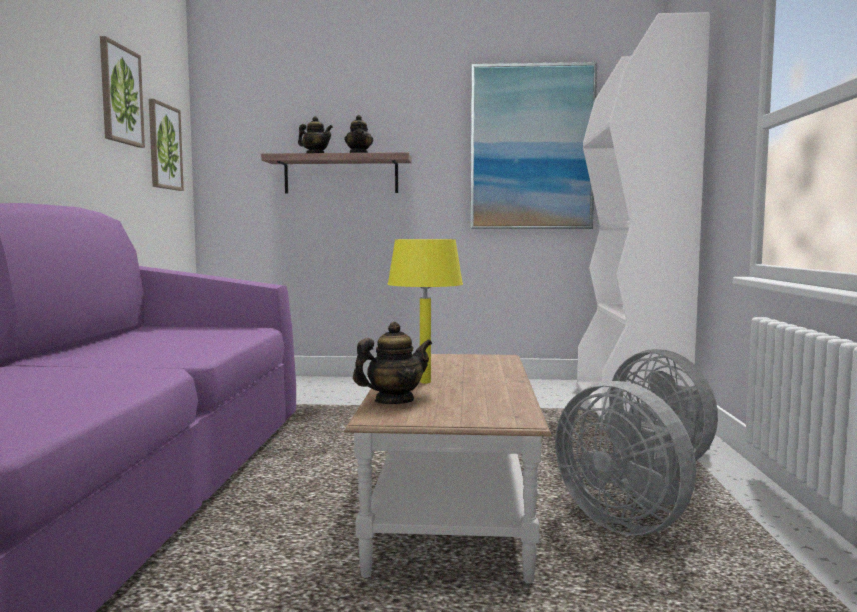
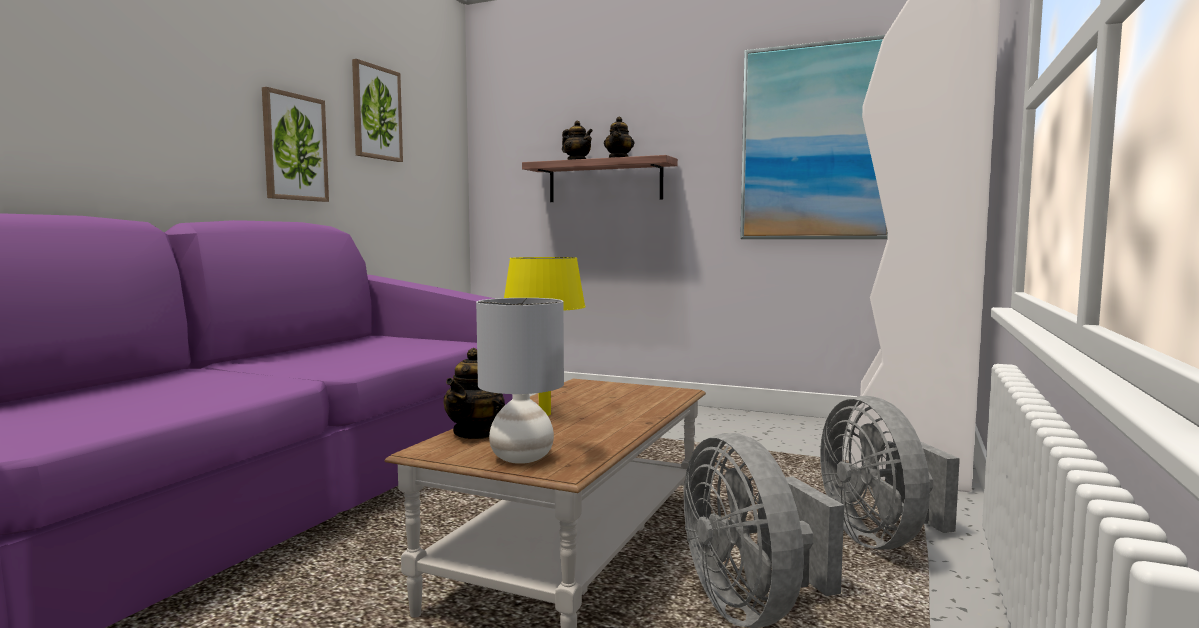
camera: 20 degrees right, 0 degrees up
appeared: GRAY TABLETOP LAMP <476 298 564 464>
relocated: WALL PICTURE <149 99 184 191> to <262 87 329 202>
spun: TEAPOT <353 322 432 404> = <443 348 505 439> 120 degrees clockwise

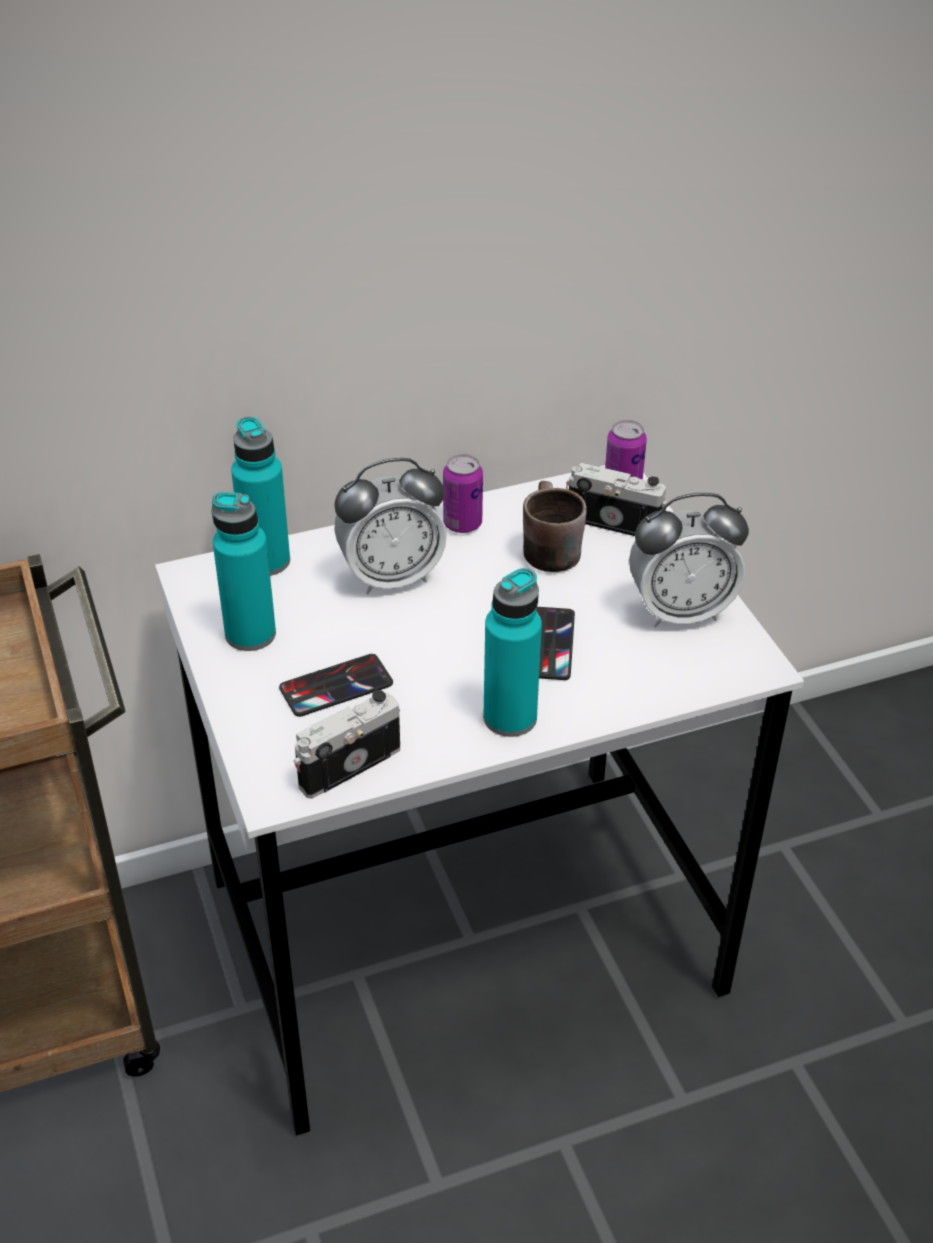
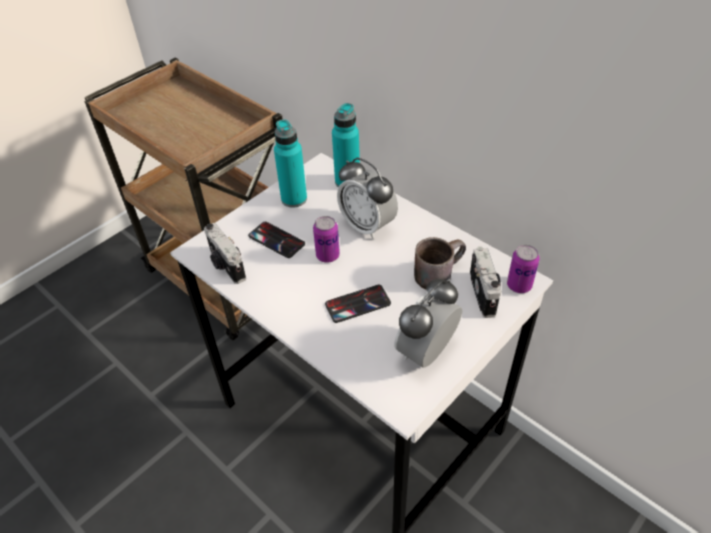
camera: 65 degrees right, 5 degrees up
missing: TURQUOISE BEVERAGE BOTTLE <483 568 542 737>
relocated: SEALED CAN <443 454 483 533> to <313 216 340 263>
spun: ALARM CLOCK <629 493 749 628> = <394 278 462 368> 75 degrees clockwise; PHOTO CAMERA <294 690 400 799> = <204 223 246 284> 150 degrees counterclockwise

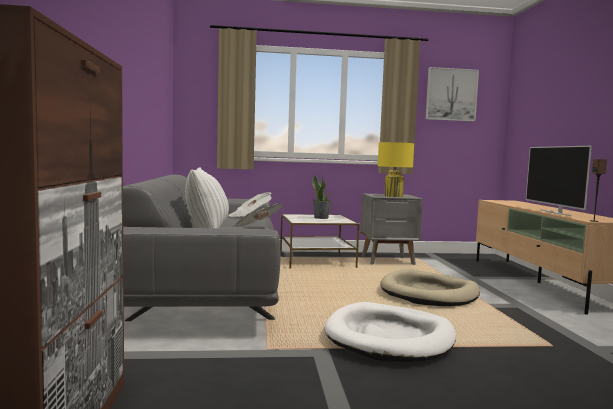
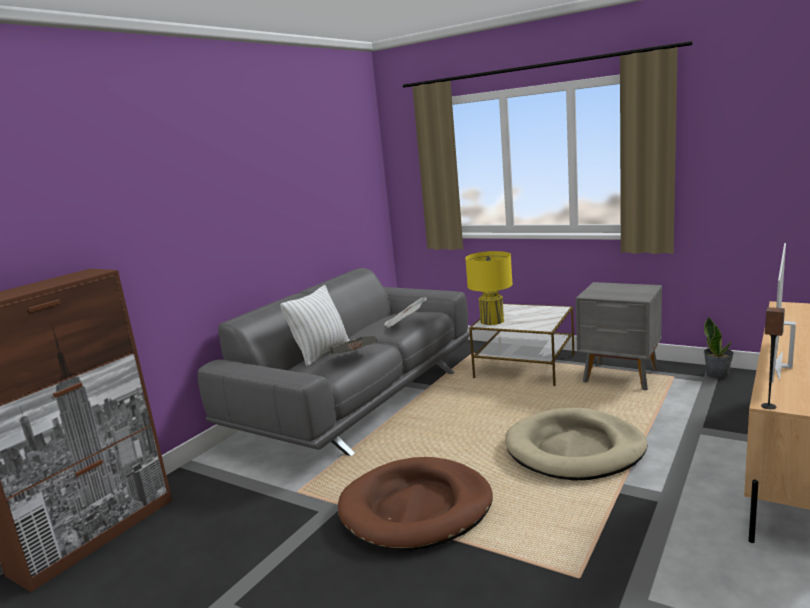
camera: 40 degrees right, 10 degrees up
missing: WALL PICTURE <426 67 479 122>
relocated: YELLOWISH TABLETOP LAMP <378 142 414 197> to <465 251 513 325>; POTTED PLANT <312 175 331 219> to <704 316 734 379>
colour: WHITE DOG CUSHION <325 302 456 362> to BROWNISH DOG CUSHION <338 457 493 551>

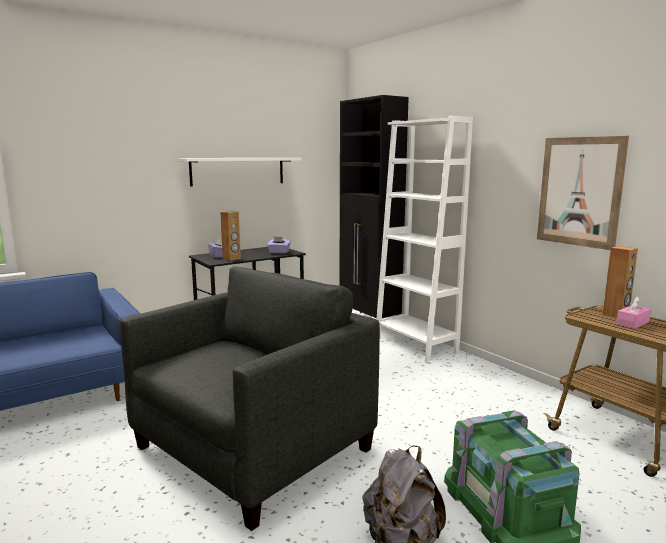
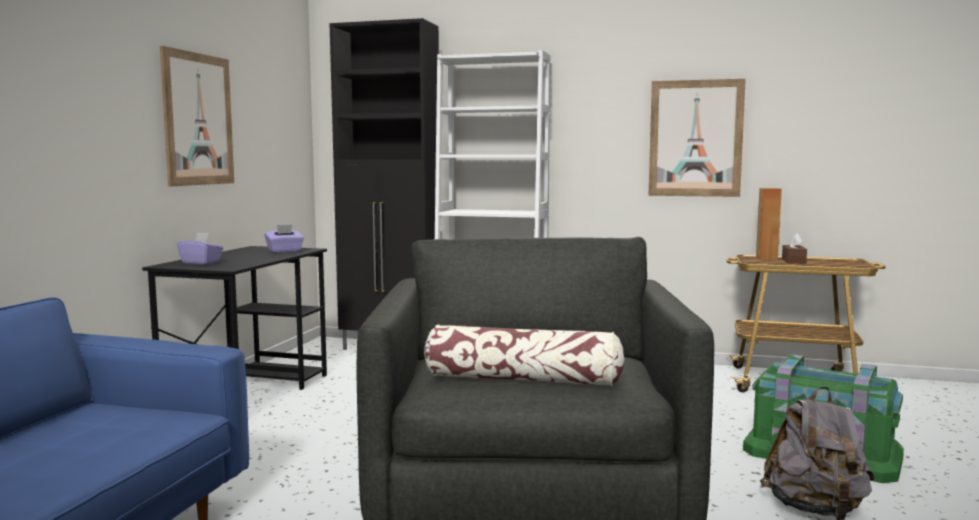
camera: 40 degrees left, 5 degrees down
missing: BROWNISH AUDIO SPEAKER <221 211 241 261>
appeared: THROW PILLOW <424 324 625 386>
exchanged: WHITE WALL SHELF <178 158 302 186> to WALL PICTURE <160 46 234 187>
colour: PINKISH TISSUE HOLDER <616 296 651 329> to BROWNISH TISSUE HOLDER <782 233 807 264>

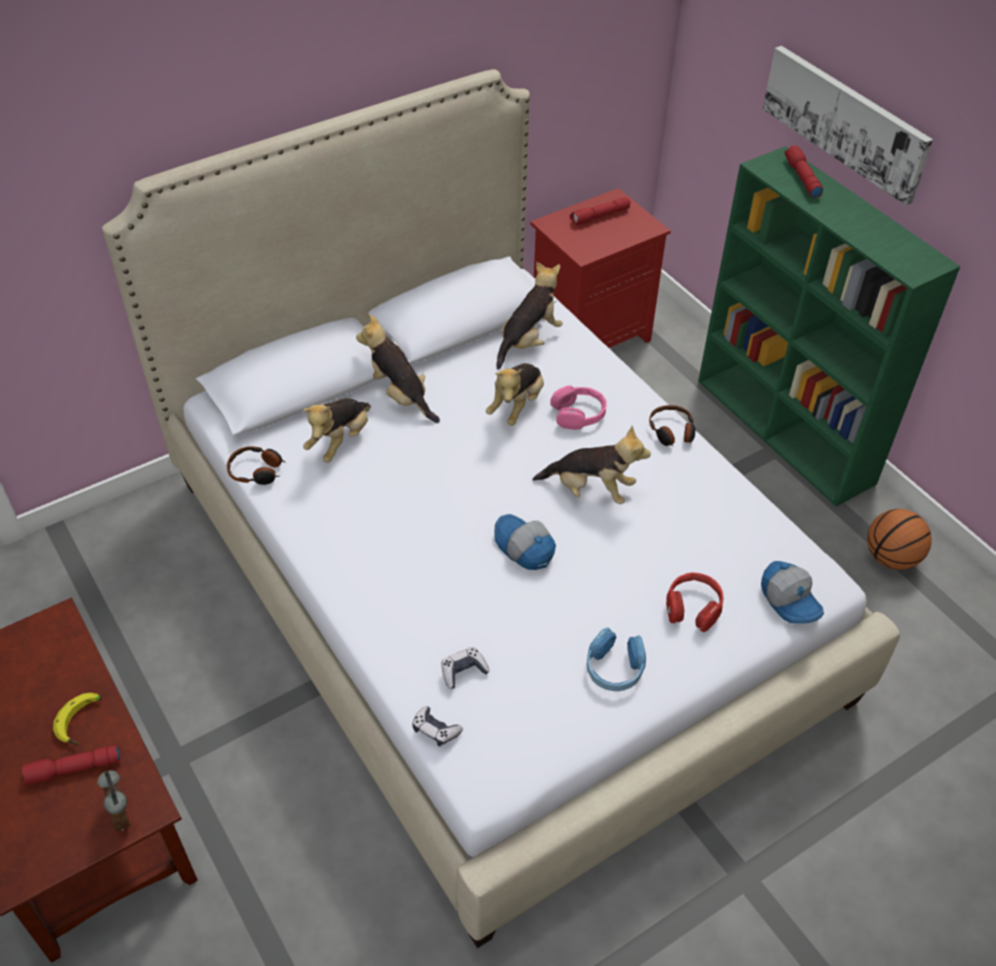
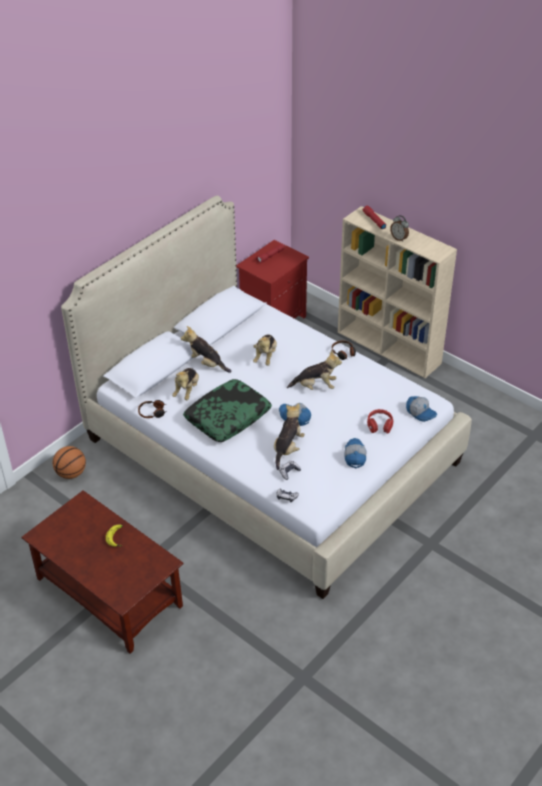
camera: 15 degrees left, 5 degrees down
missing: WALL PICTURE <763 46 933 205>; PINKISH HEADSET <550 385 607 430>; RED-COLOURED HAND TORCH <22 745 121 785>
appeared: THROW PILLOW <183 379 272 442>
relocated: PLUSH TOY <496 262 563 370> to <274 403 305 470>; BASKETBALL <867 509 932 570> to <53 446 86 479>; ALARM CLOCK <97 770 130 831> to <390 215 409 242>
exchanged: BLUISH HEADSET <587 628 646 691> to CAP <344 438 366 468>
colour: GREEN-COLOURED BOOKCASE <698 146 960 507> to SAND-COLOURED BOOKCASE <338 206 457 378>

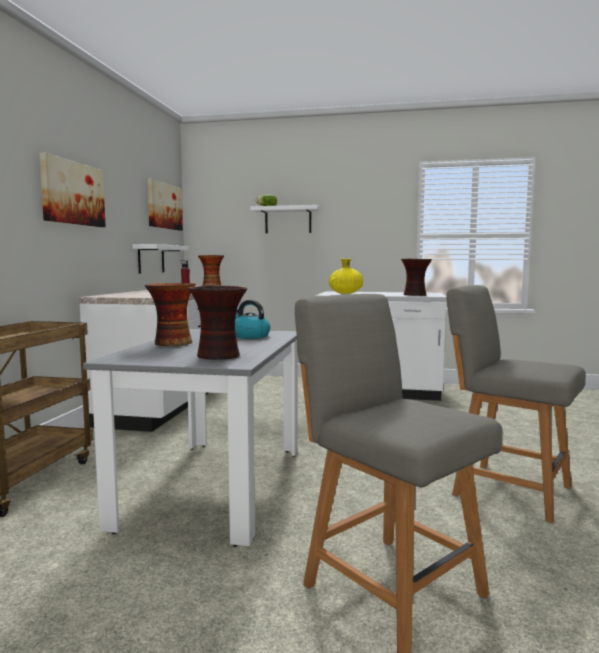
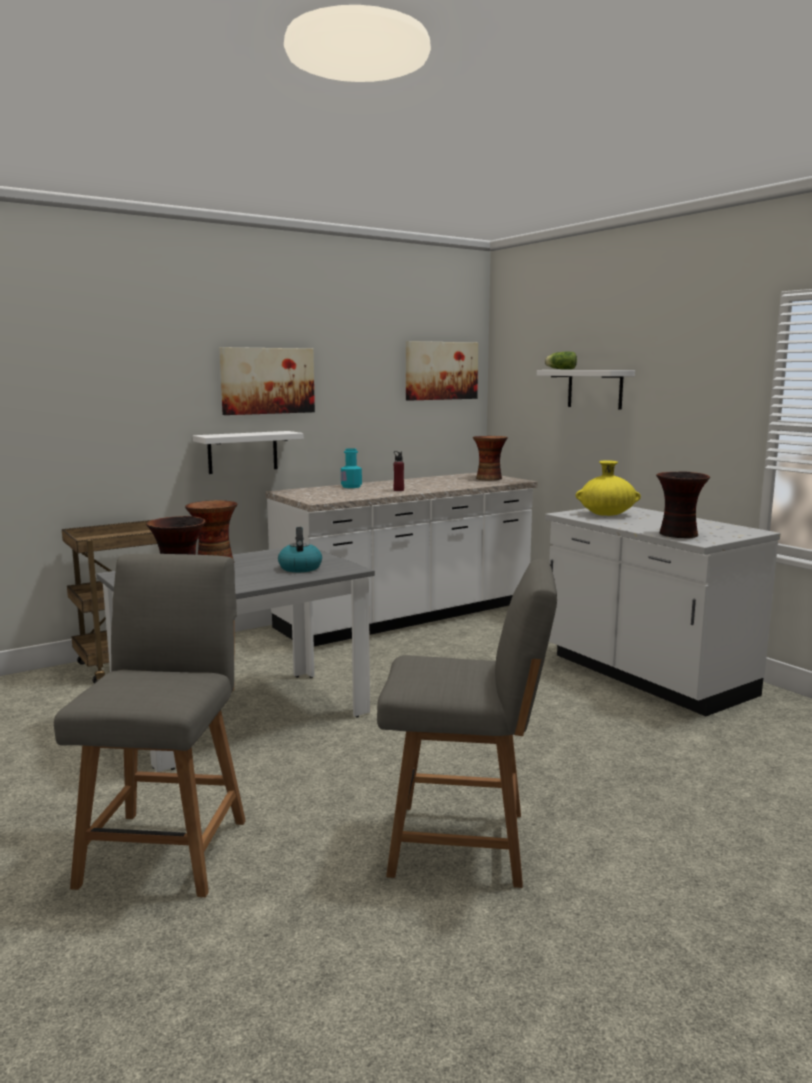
camera: 45 degrees right, 5 degrees up
appeared: TURQUOISE BEVERAGE BOTTLE <341 448 362 488>
relocated: WHITE WALL SHELF <132 244 188 273> to <193 431 304 474>
spun: GRAY UPRIGHT CHAIR <446 285 586 523> = <377 559 557 888> 105 degrees clockwise

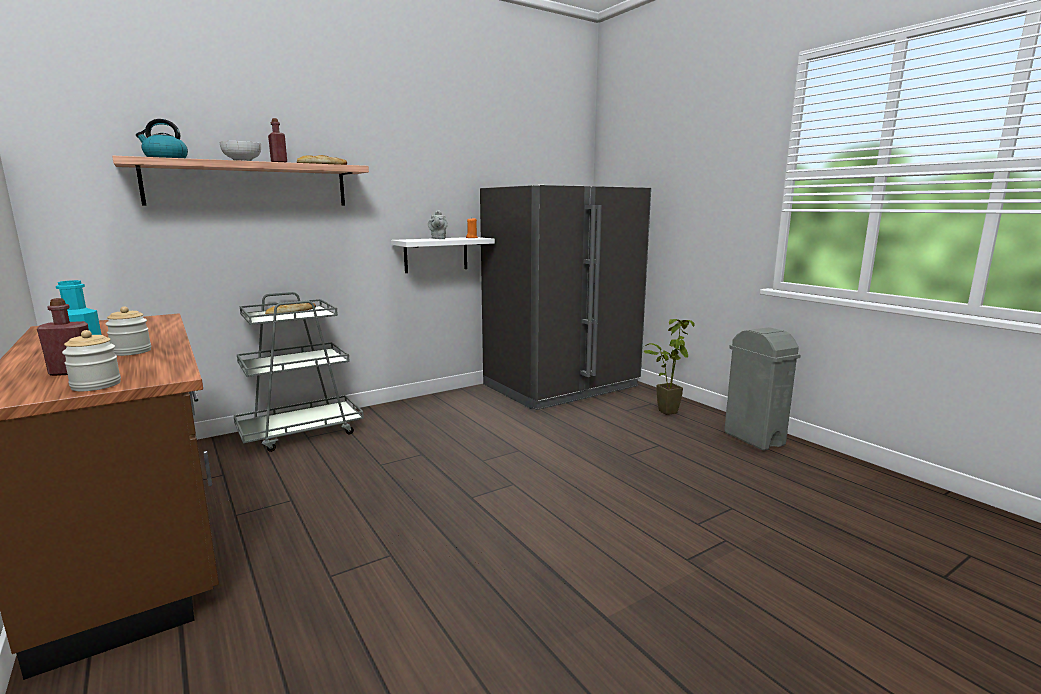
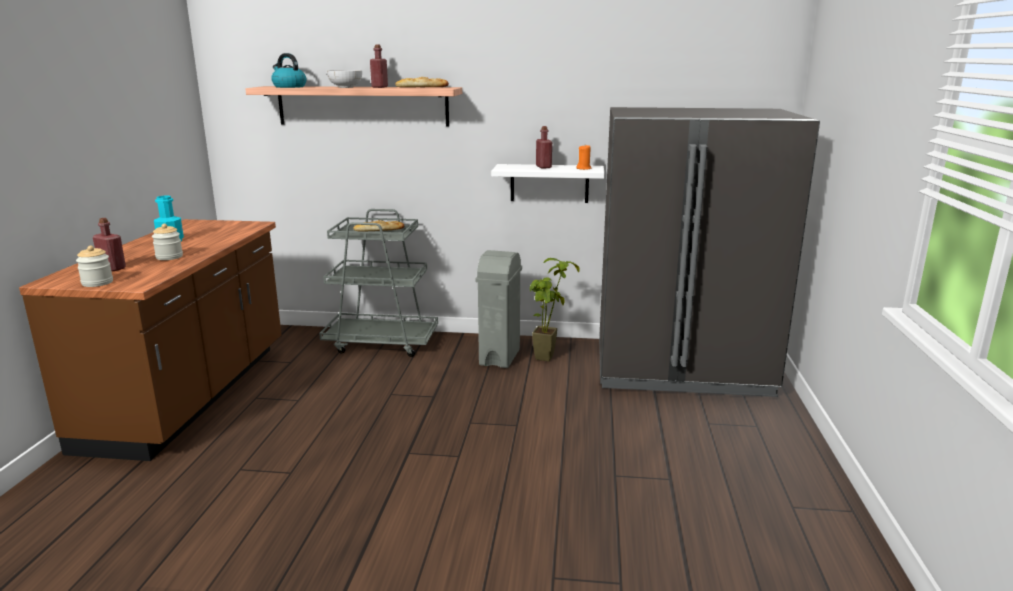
camera: 40 degrees right, 5 degrees up
relocated: POTTED PLANT <643 319 695 415> to <530 258 580 361>; GRAY RUBBISH BIN <724 327 801 451> to <476 250 522 368>
exchanged: GRAY TEAPOT <428 210 448 239> to RED-COLOURED BEVERAGE BOTTLE <536 126 552 169>

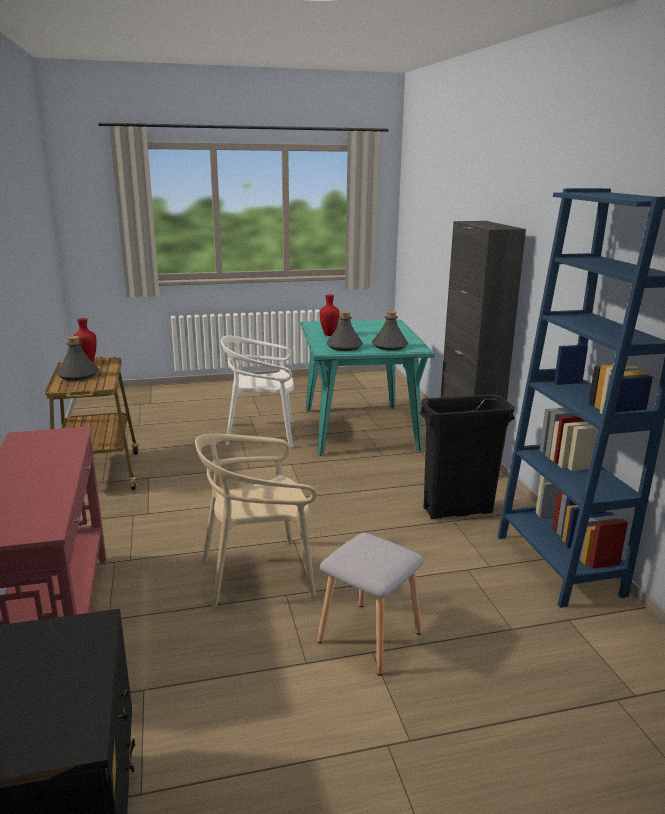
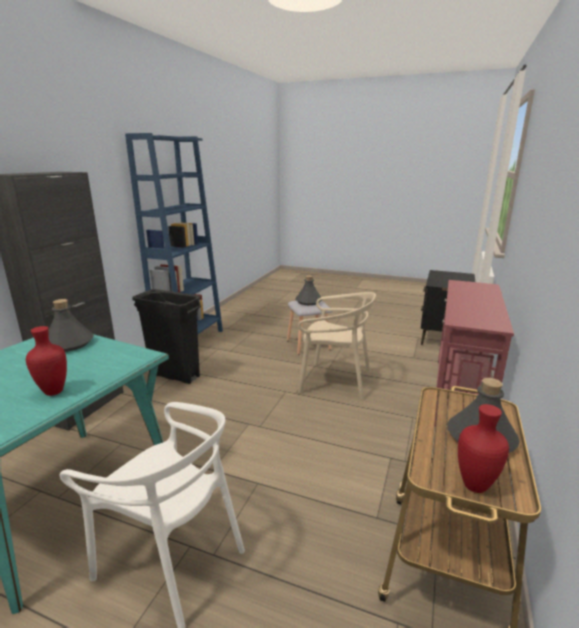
camera: 145 degrees left, 0 degrees up
relocated: GRAY BEVERAGE BOTTLE <327 311 363 351> to <295 275 322 305>

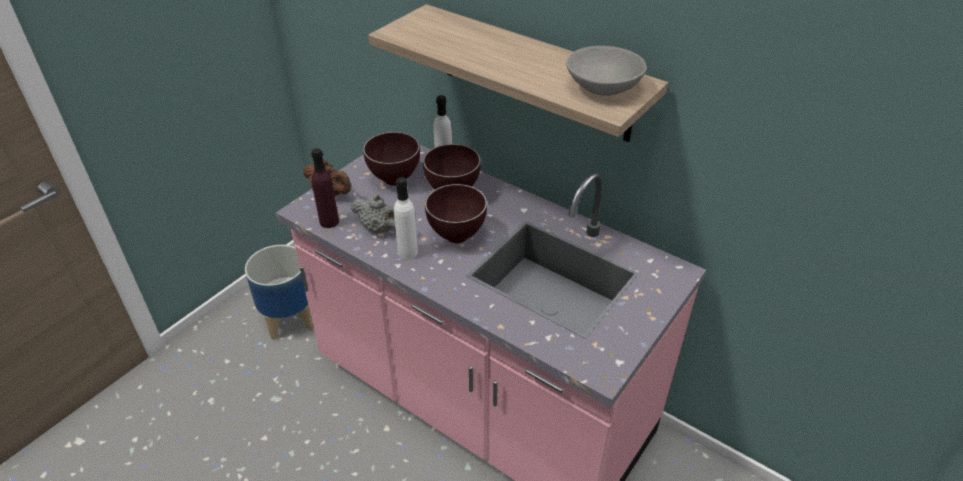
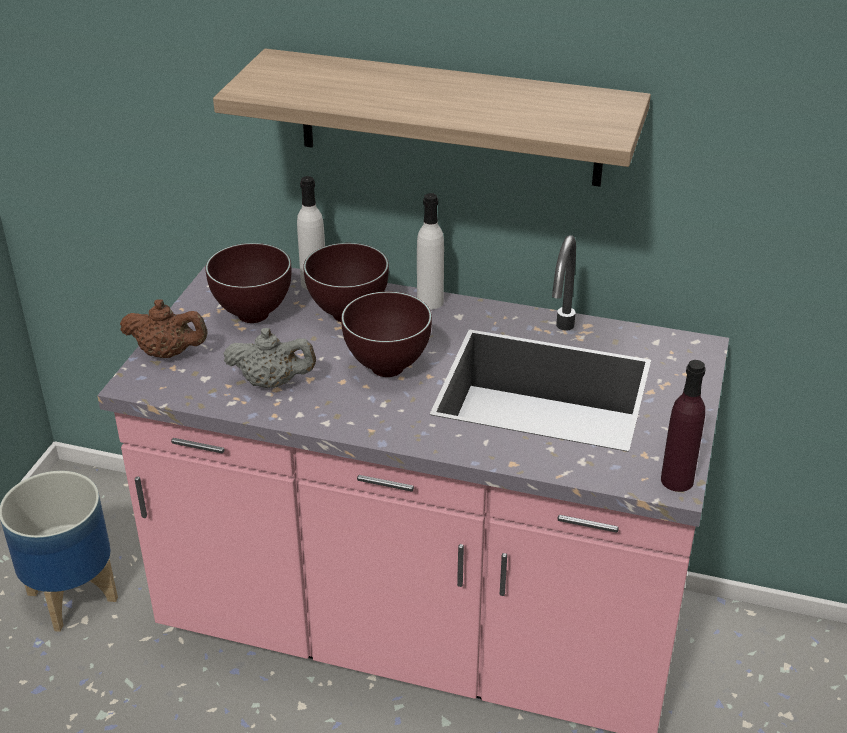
camera: 20 degrees left, 5 degrees down
missing: GRAY DEEP DISH <566 46 647 96>
relocated: PURPLE BEVERAGE BOTTLE <311 148 339 228> to <661 360 706 492>; WHITE BEVERAGE BOTTLE <394 177 418 259> to <417 193 444 309>

